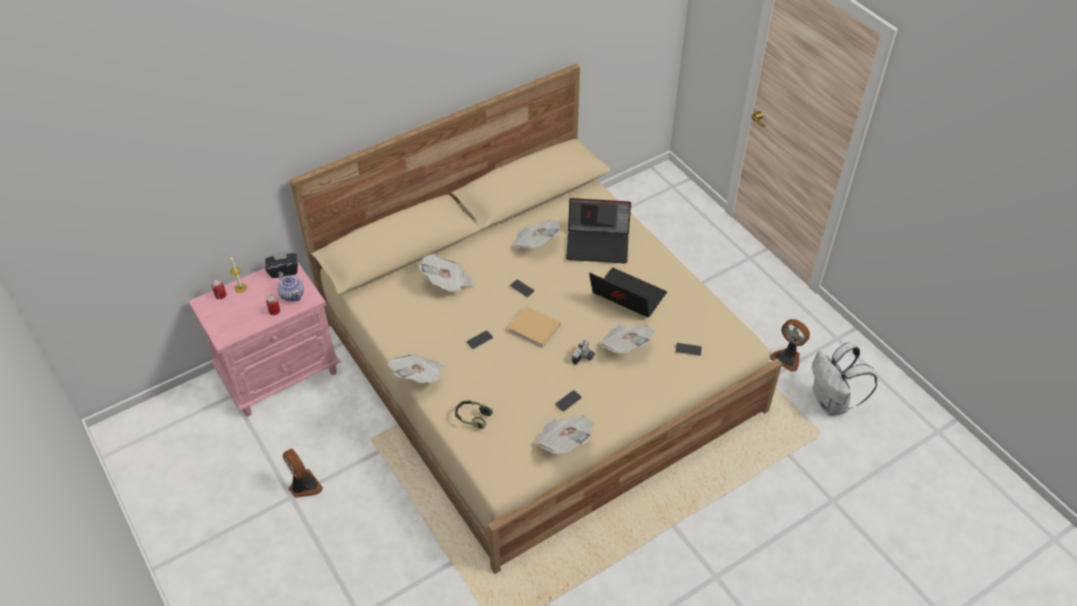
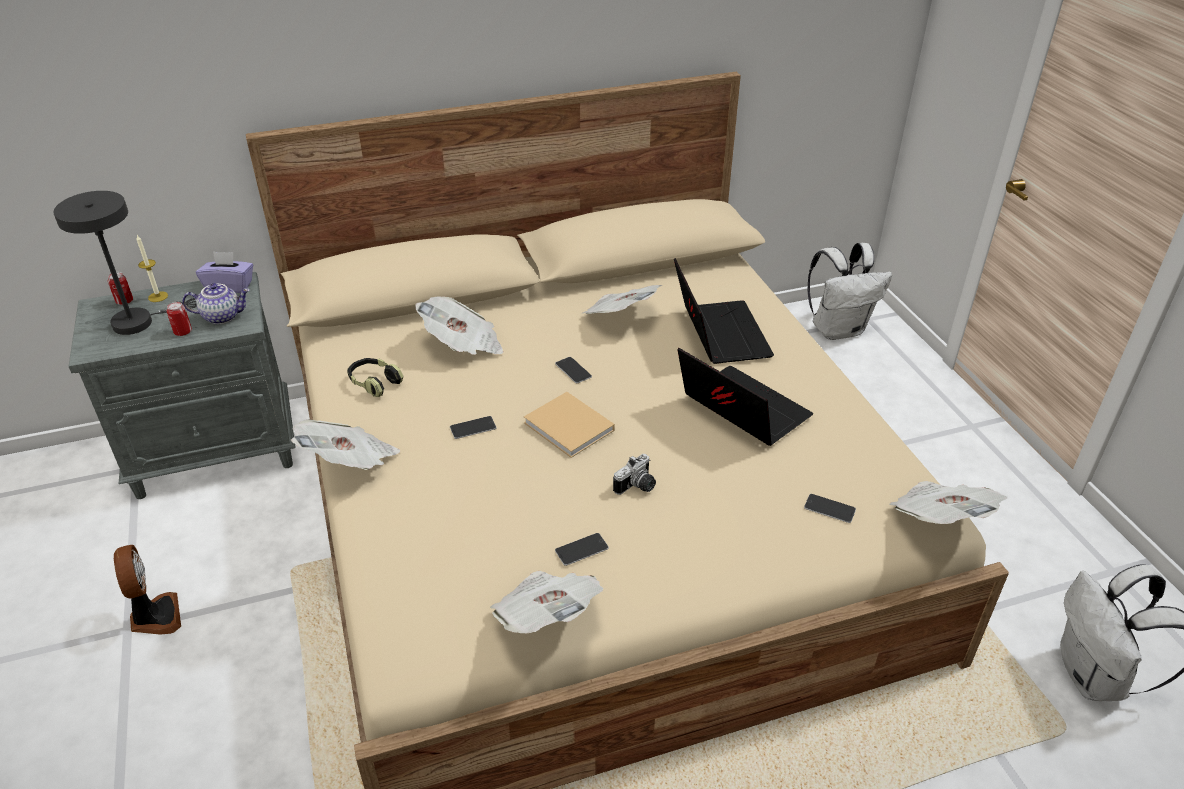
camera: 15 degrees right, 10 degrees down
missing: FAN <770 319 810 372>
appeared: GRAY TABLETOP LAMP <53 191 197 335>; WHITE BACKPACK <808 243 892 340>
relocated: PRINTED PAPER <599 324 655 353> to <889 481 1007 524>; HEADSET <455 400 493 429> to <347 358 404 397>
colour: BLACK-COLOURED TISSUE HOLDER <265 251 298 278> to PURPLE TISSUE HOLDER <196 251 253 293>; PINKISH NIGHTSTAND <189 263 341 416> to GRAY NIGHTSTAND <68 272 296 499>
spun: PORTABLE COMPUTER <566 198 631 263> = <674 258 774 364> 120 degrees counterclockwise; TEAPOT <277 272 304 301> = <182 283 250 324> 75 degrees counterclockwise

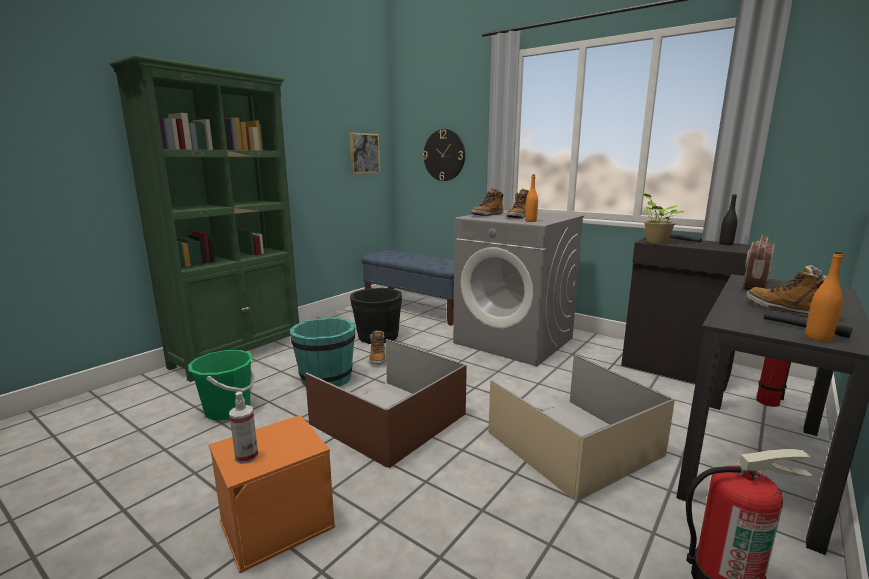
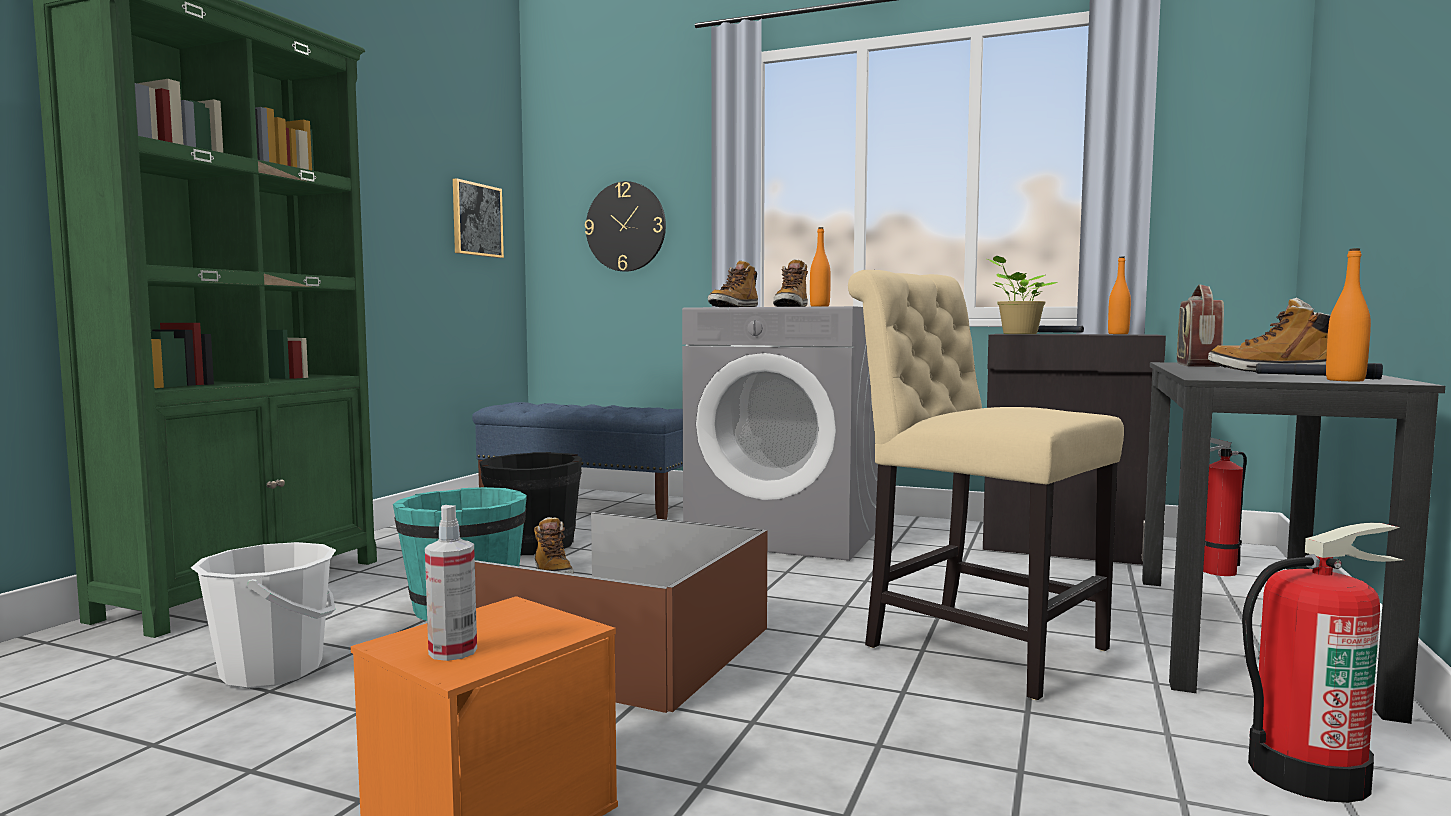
camera: 15 degrees left, 10 degrees down
exchanged: SAND-COLOURED STORAGE CONTAINER <488 355 675 502> to SAND-COLOURED UPRIGHT CHAIR <848 270 1124 700>
colour: BLACK-COLOURED BEVERAGE BOTTLE <719 194 737 245> to ORANGE BEVERAGE BOTTLE <1108 256 1131 334>; GREEN-COLOURED PAIL <188 350 255 421> to WHITE PAIL <191 542 336 688>

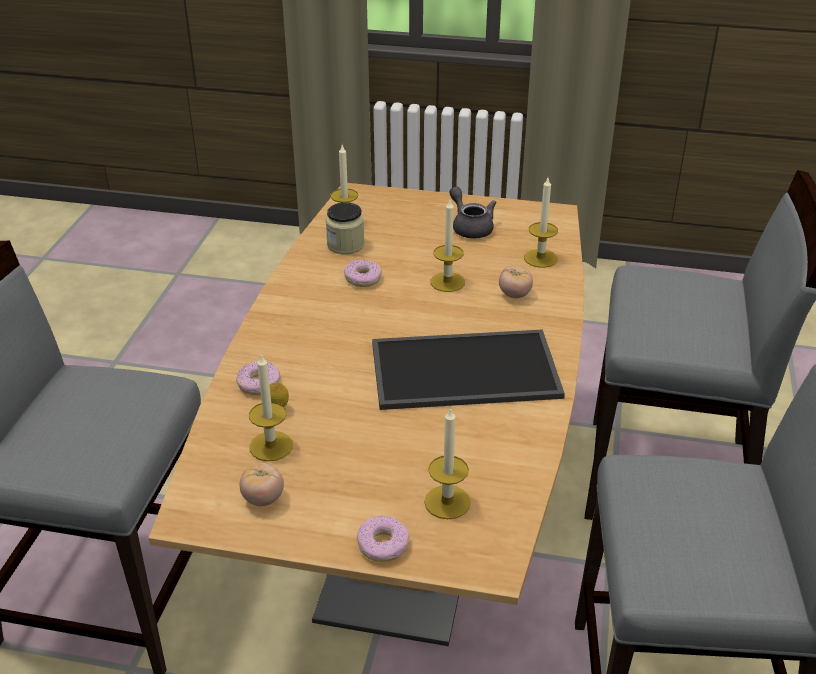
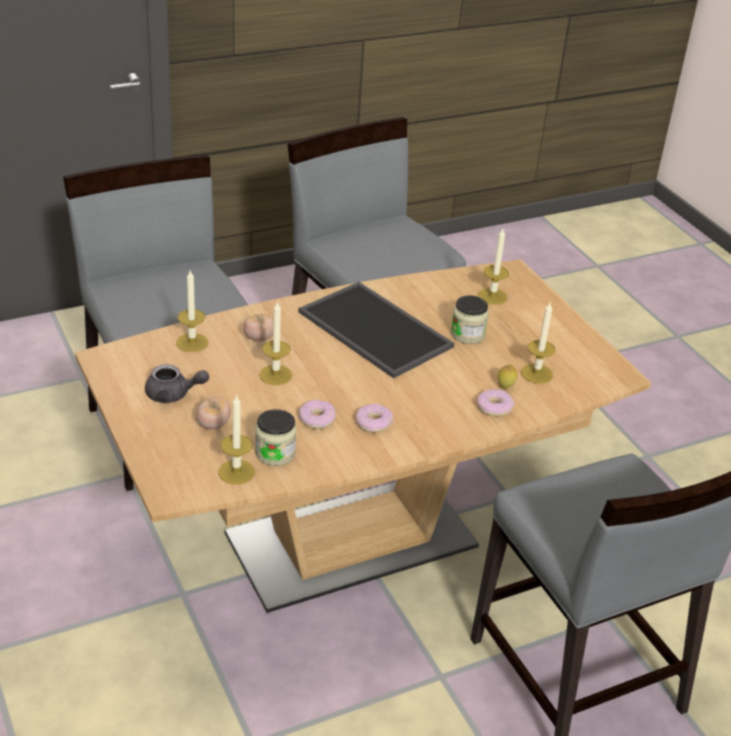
camera: 130 degrees left, 0 degrees up
appeared: STORAGE JAR <451 295 489 344>
relocated: TOMATO <240 462 284 506> to <196 396 231 430>; DONUT <357 516 409 562> to <355 404 393 433>
spun: GRAY TEAPOT <450 187 496 238> = <145 364 209 403> 105 degrees counterclockwise

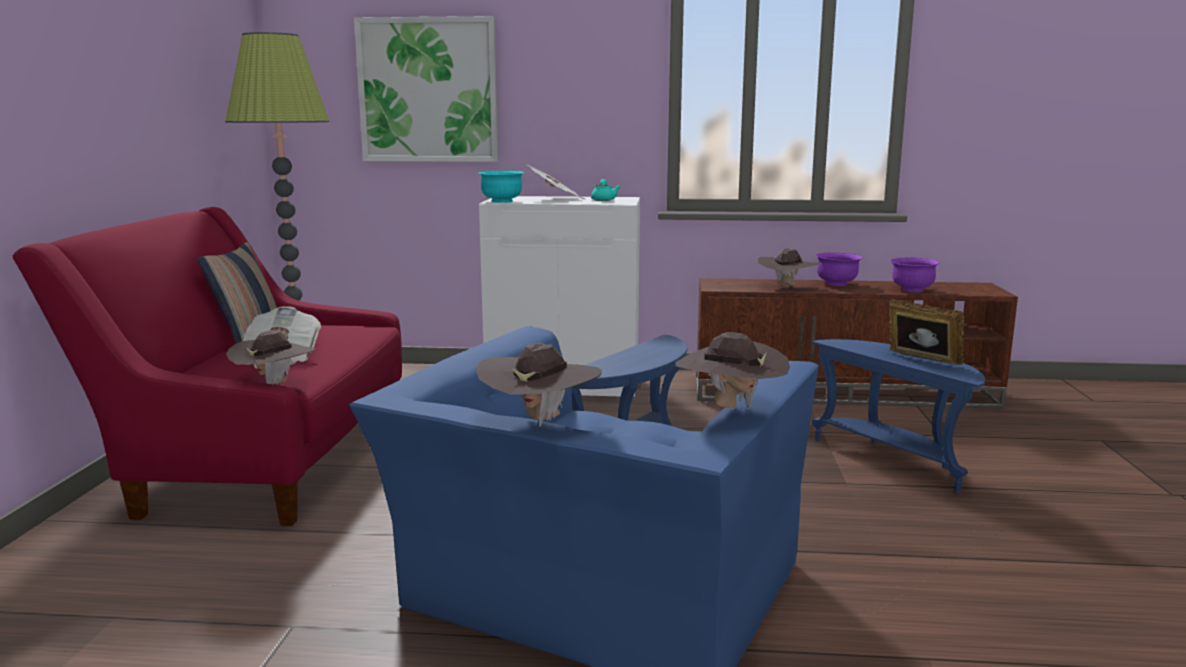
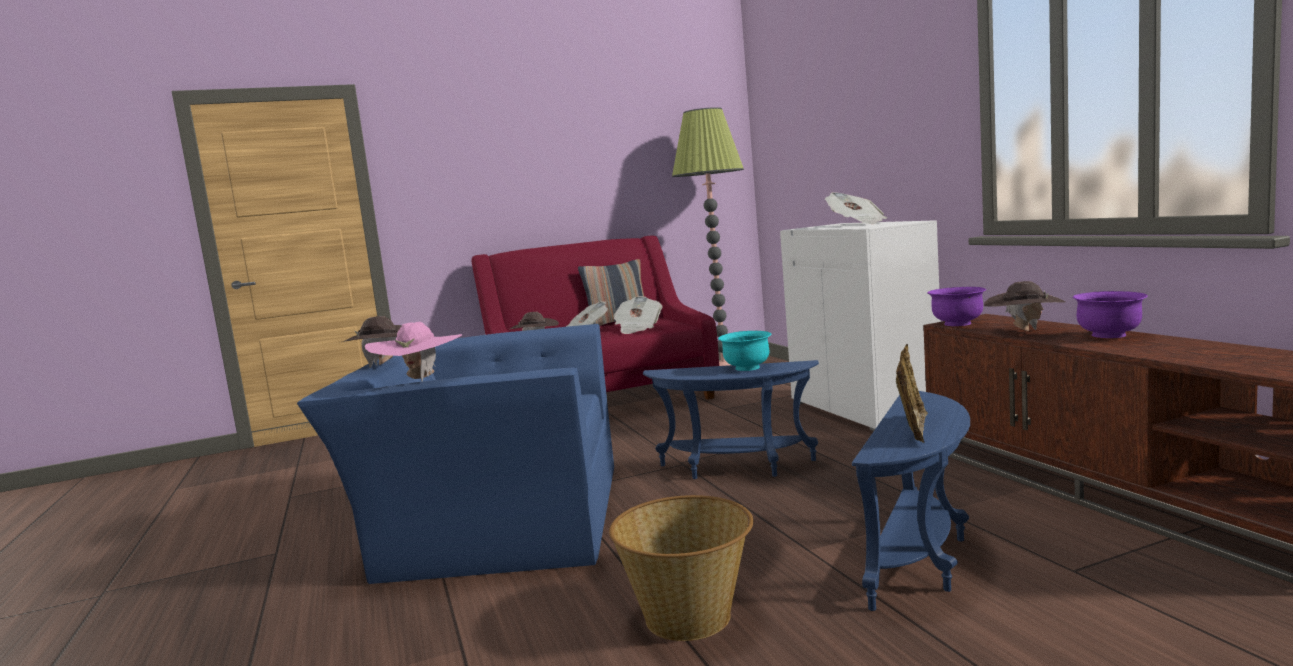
camera: 65 degrees right, 5 degrees down
missing: WALL PICTURE <354 16 498 162>; TURQUOISE TEAPOT <591 179 621 201>
appeared: PRINTED PAPER <613 296 663 334>; HOUSEHOLD BASKET <609 495 753 641>
relocated: TURQUOISE DEEP DISH <478 170 525 203> to <718 331 771 371>; PURPLE DEEP DISH <890 257 940 292> to <927 287 986 326>
colour: BROWNISH HAT <676 332 790 408> to PINKISH HAT <365 322 462 382>

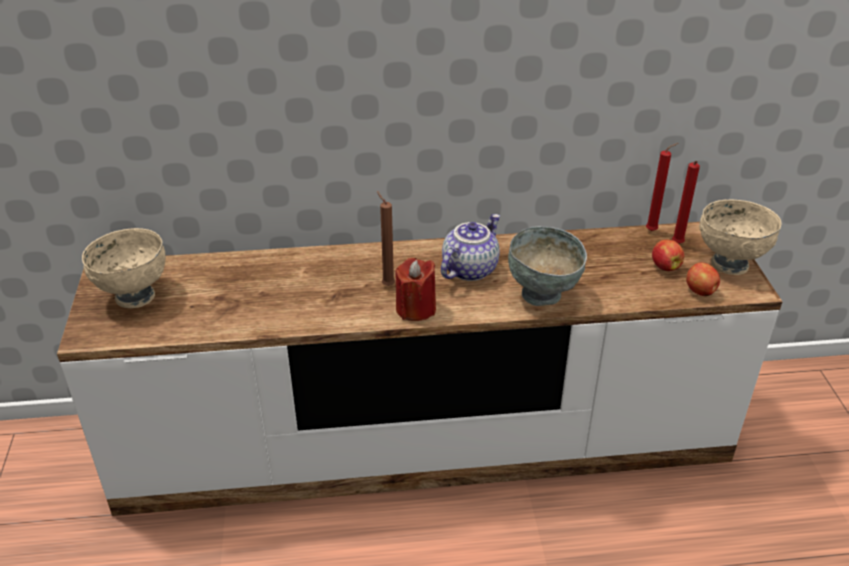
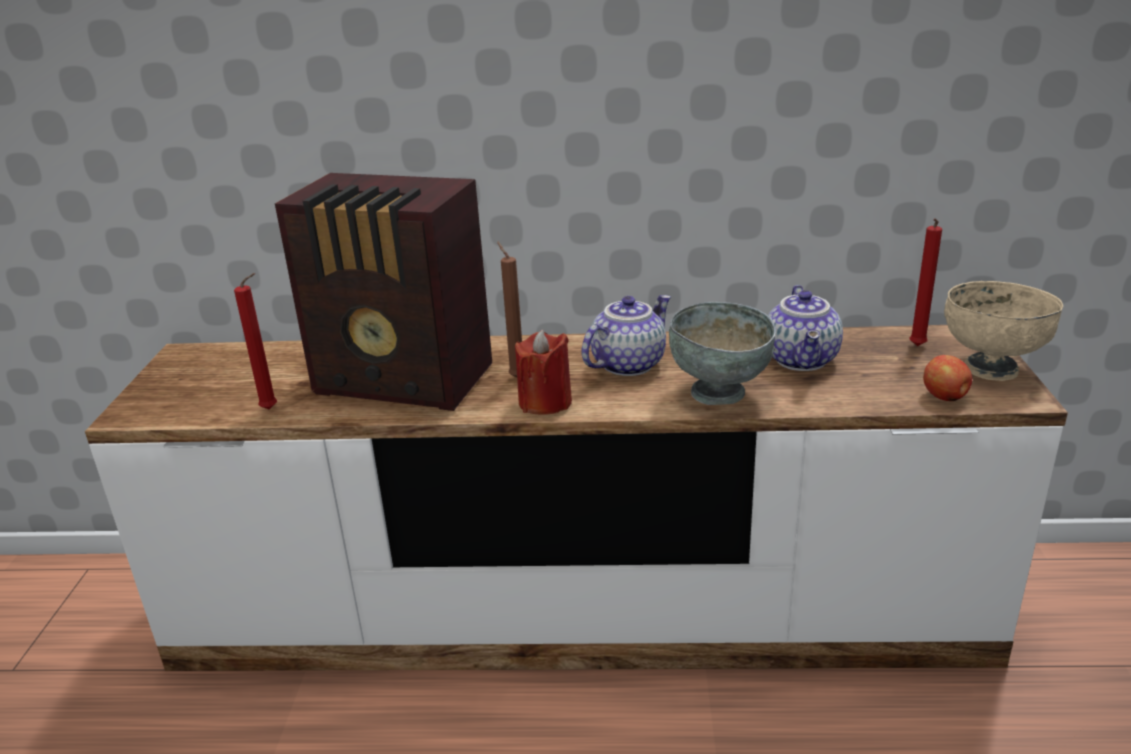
camera: 10 degrees right, 10 degrees down
missing: SAND-COLOURED DEEP DISH <82 228 166 308>; APPLE FRUIT <652 239 684 271>
appeared: RADIO SET <275 173 492 411>; TEAPOT <768 285 843 371>
relocated: RED-COLOURED WAX CANDLE <646 143 678 231> to <234 273 277 409>

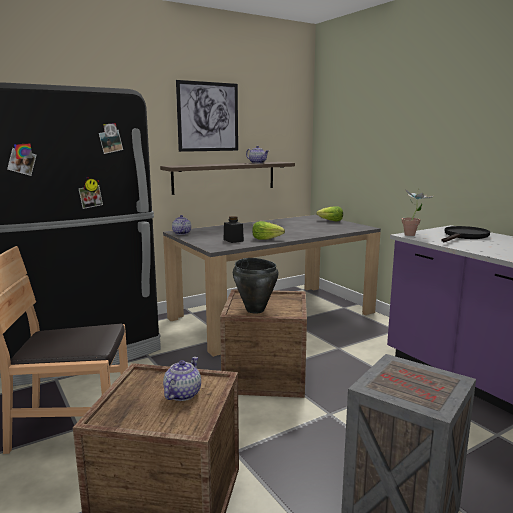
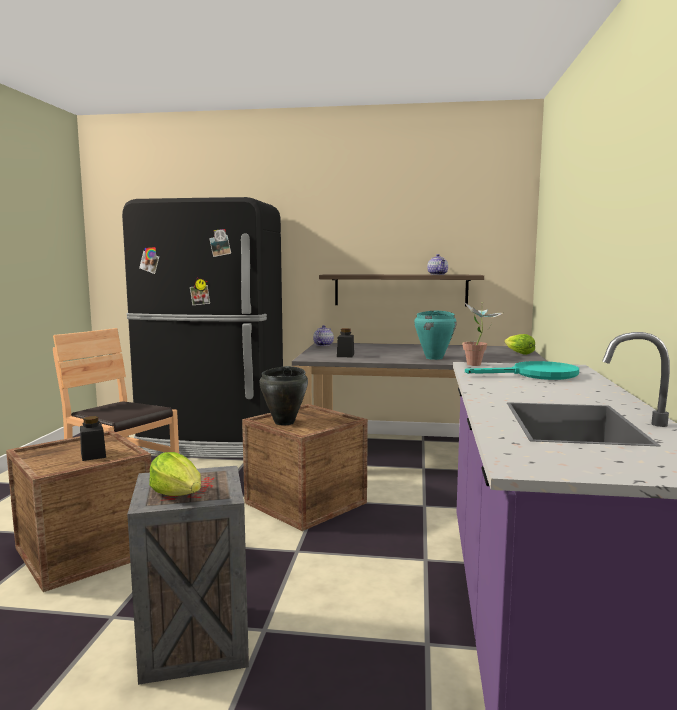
camera: 40 degrees right, 5 degrees down
missing: WALL PICTURE <176 80 238 152>
appeared: TURQUOISE STOCKPOT <414 310 457 360>
relocated: LETTUCE <252 221 285 240> to <149 452 201 496>
exchanged: TEAPOT <163 357 201 401> to BLACK-COLOURED STORAGE JAR <80 416 106 461>
colour: BLACK-COLOURED PAN <441 226 490 242> to TURQUOISE PAN <465 361 579 380>

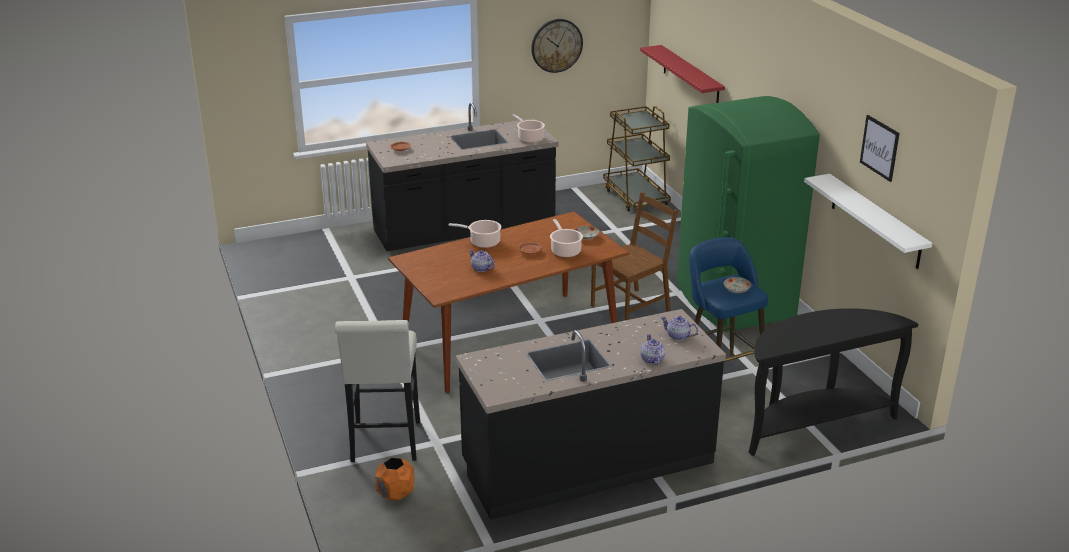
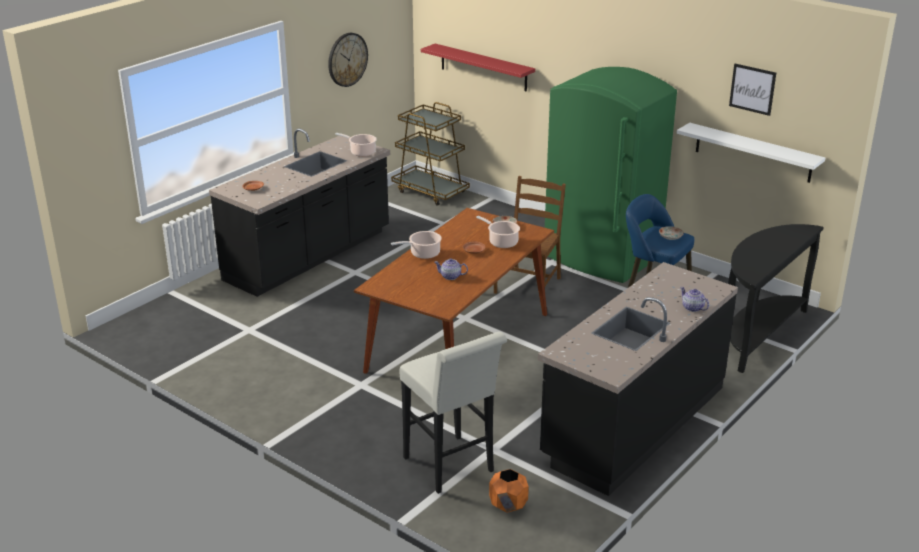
camera: 30 degrees left, 0 degrees up
missing: TEAPOT <661 316 698 341>

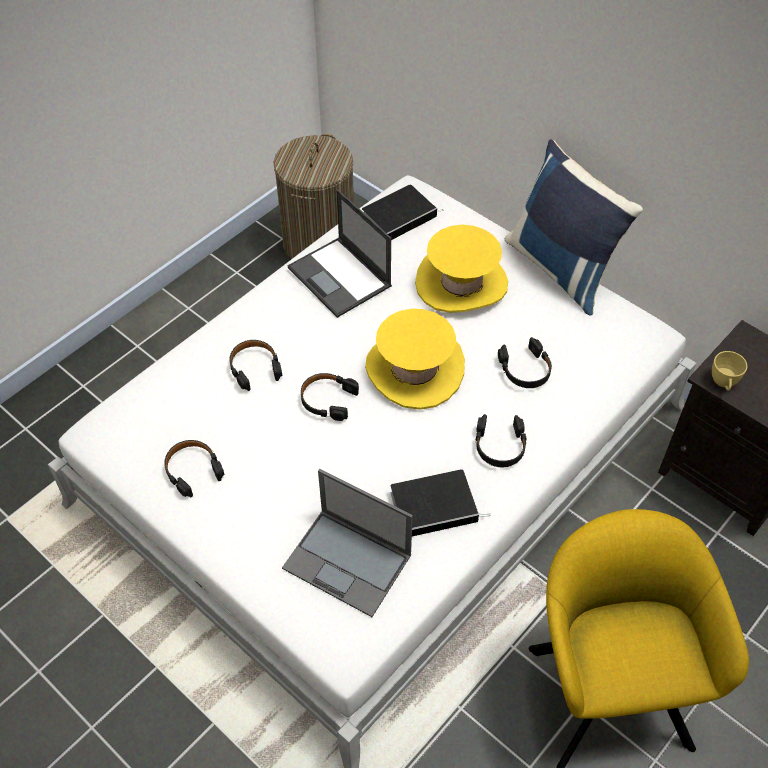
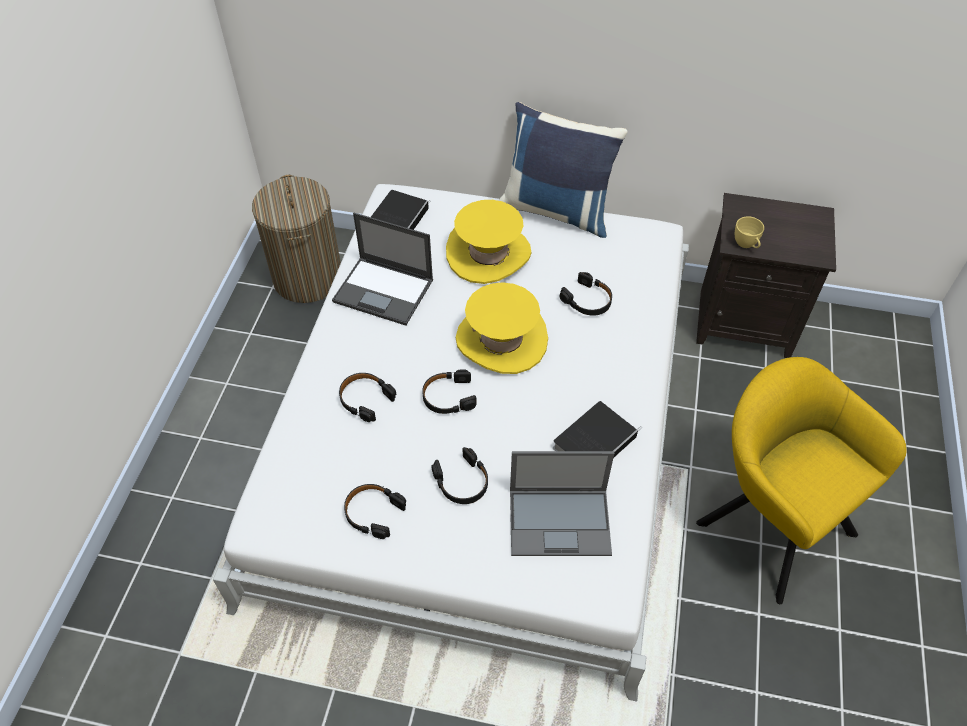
camera: 30 degrees left, 0 degrees up
relocated: BLACK-COLOURED HEADSET <475 414 527 467> to <431 447 488 504>

